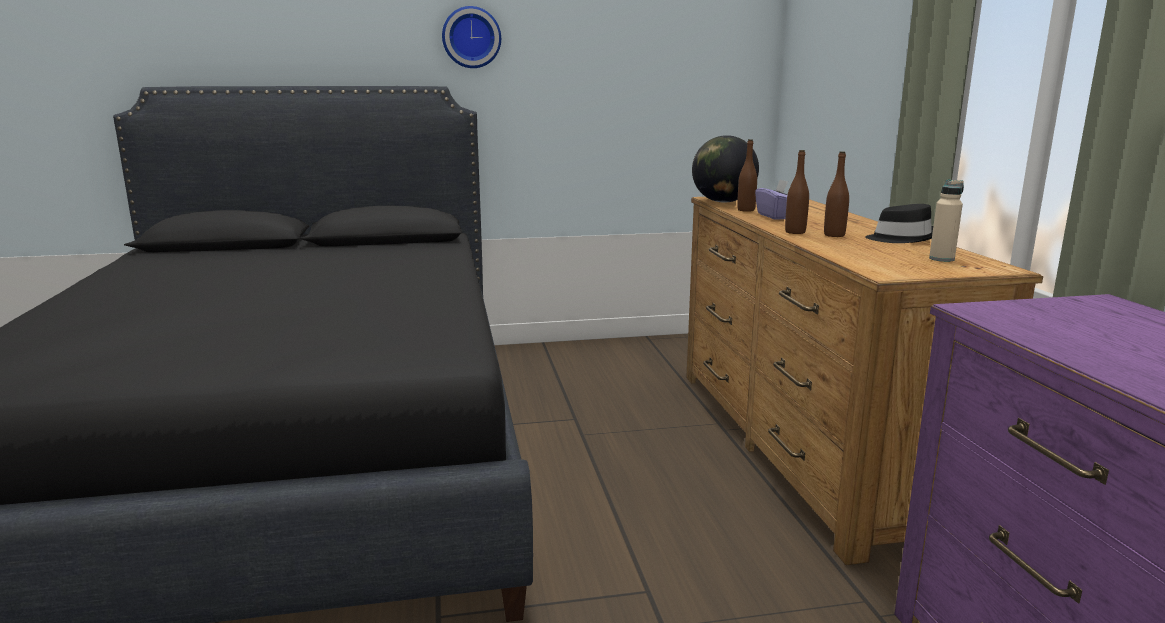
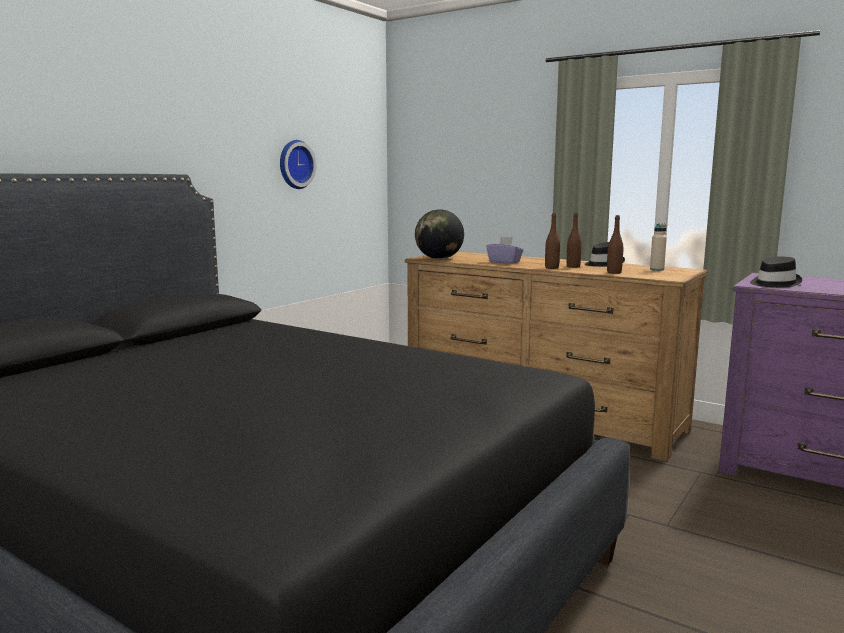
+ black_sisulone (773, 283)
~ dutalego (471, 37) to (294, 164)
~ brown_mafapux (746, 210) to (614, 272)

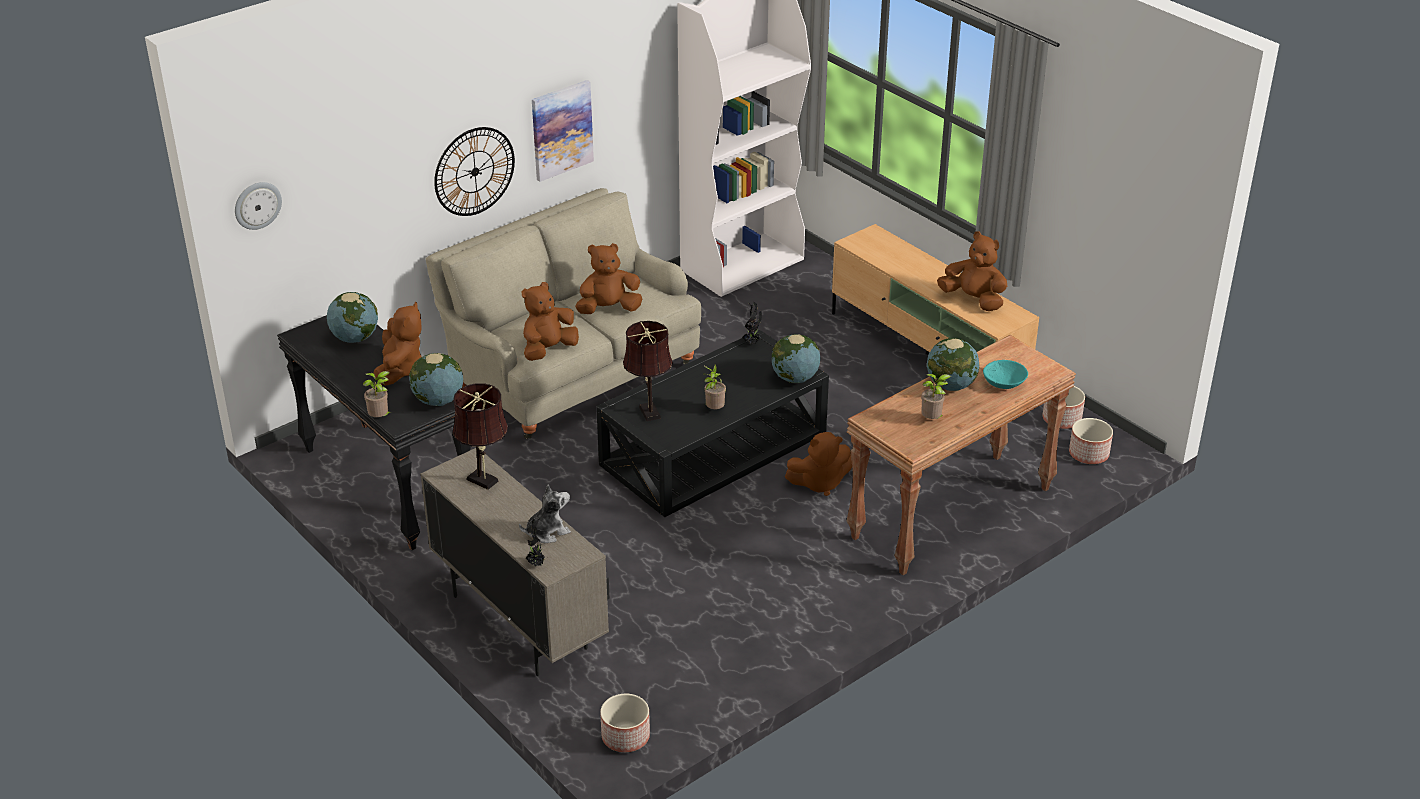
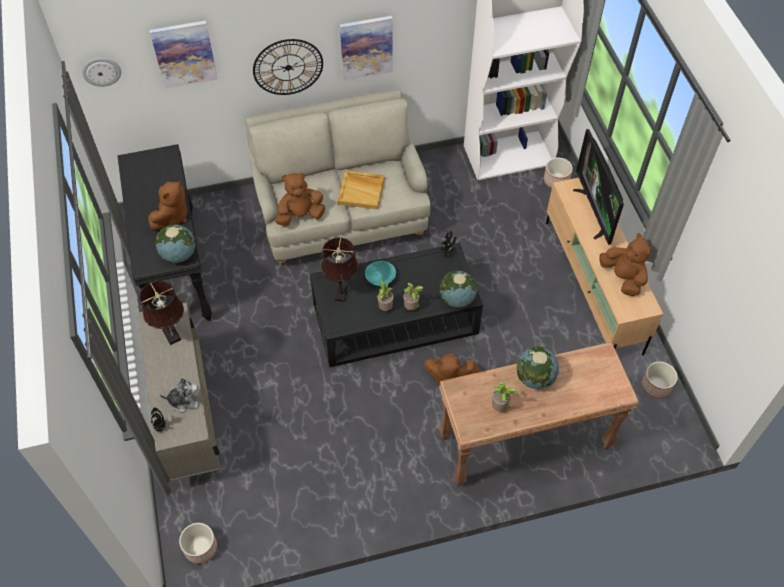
- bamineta (355, 338)
+ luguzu (184, 54)
+ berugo (595, 212)
~ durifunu (380, 418) to (412, 308)
~ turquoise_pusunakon (1004, 382) to (380, 278)
~ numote (1088, 454) to (556, 180)
~ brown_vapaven (608, 309) to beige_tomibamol (361, 191)

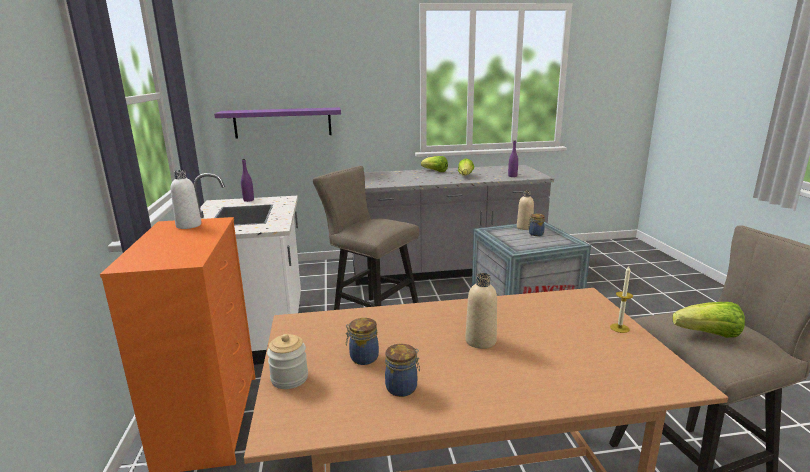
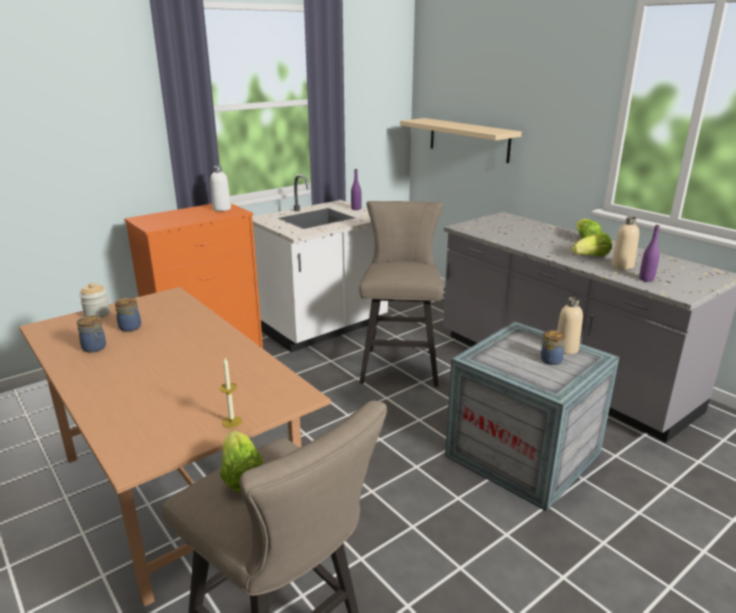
~ beige_mafapux (480, 341) to (622, 266)
~ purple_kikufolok (283, 123) to beige_kikufolok (468, 139)

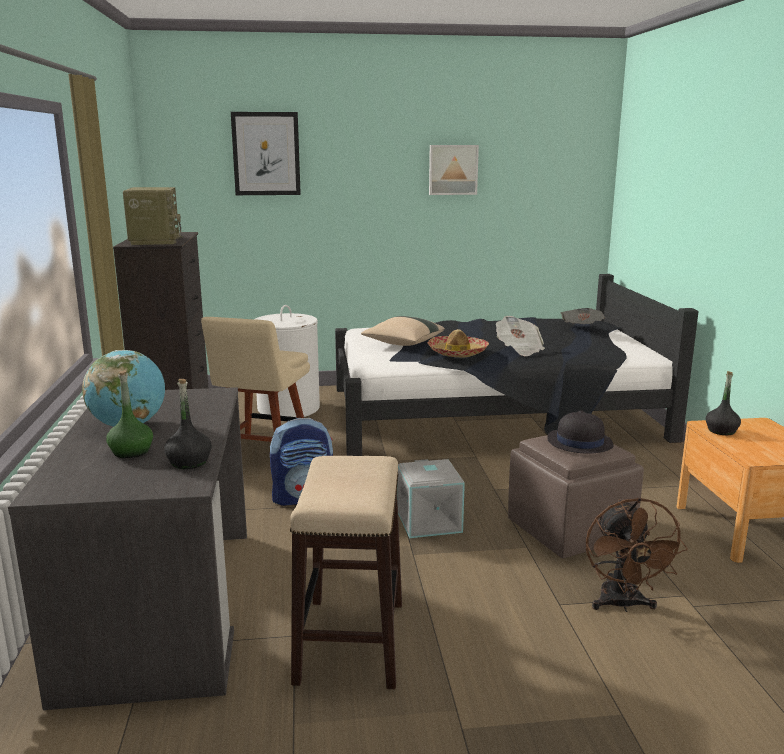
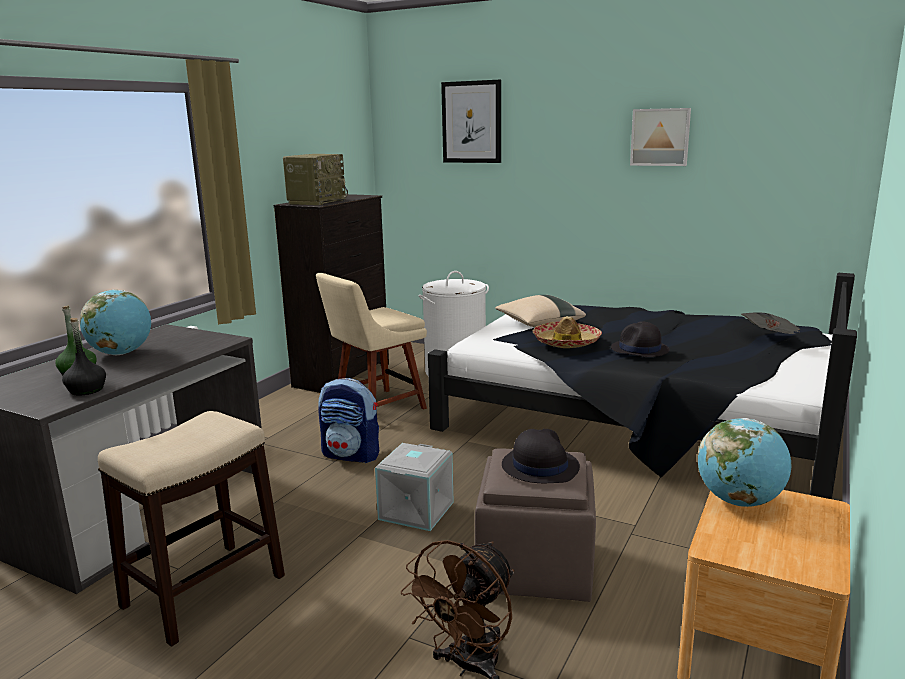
~ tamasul (519, 349) to black_sisulone (640, 350)
~ black_mafapux (721, 431) to bamineta (739, 501)

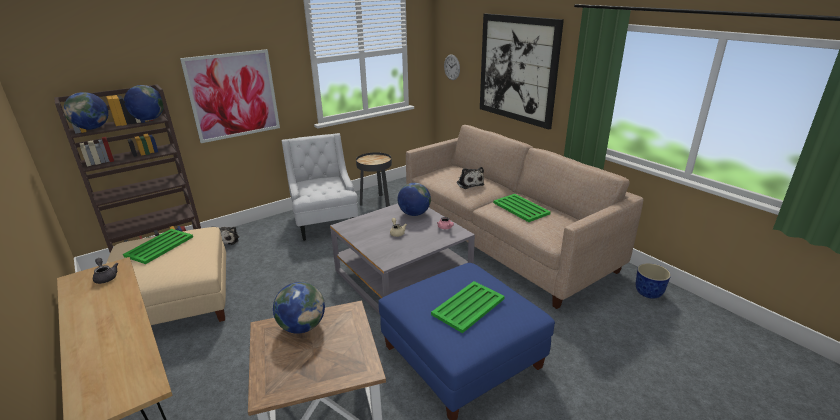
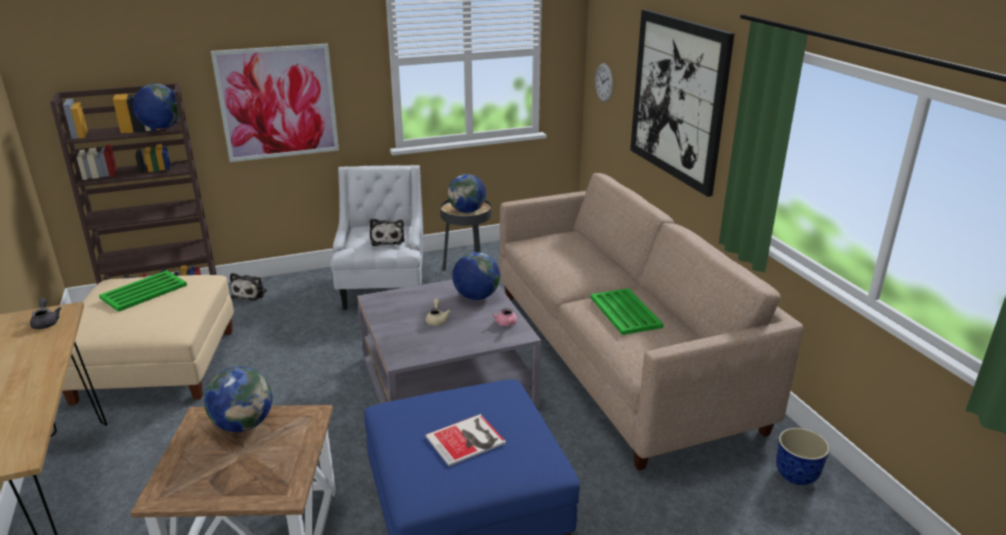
~ bamineta (92, 128) to (467, 211)
~ vapaven (469, 183) to (387, 240)
~ green_tomibamol (469, 306) to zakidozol (467, 440)

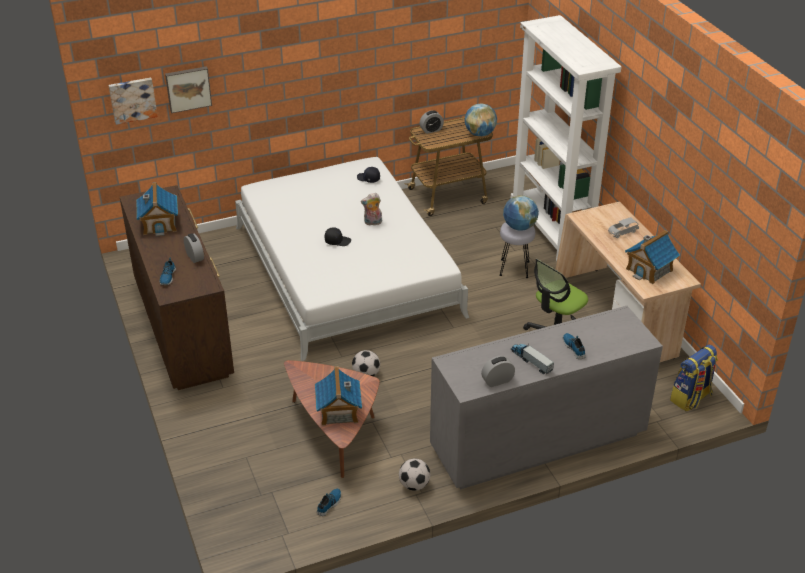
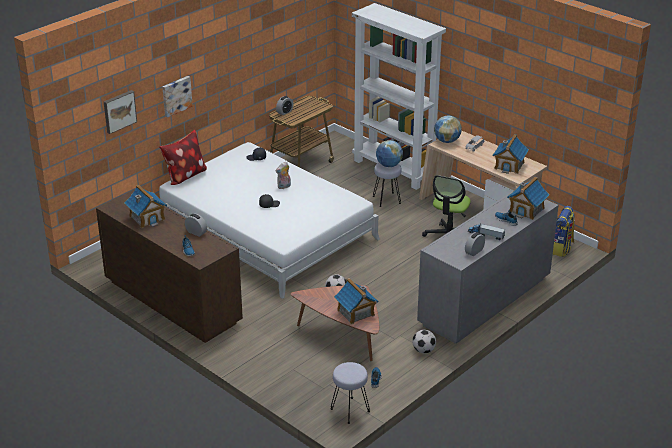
+ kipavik (185, 176)
+ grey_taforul (349, 410)
+ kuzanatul (526, 210)
~ luguzu (132, 99) to (176, 95)
~ bamineta (480, 134) to (447, 141)

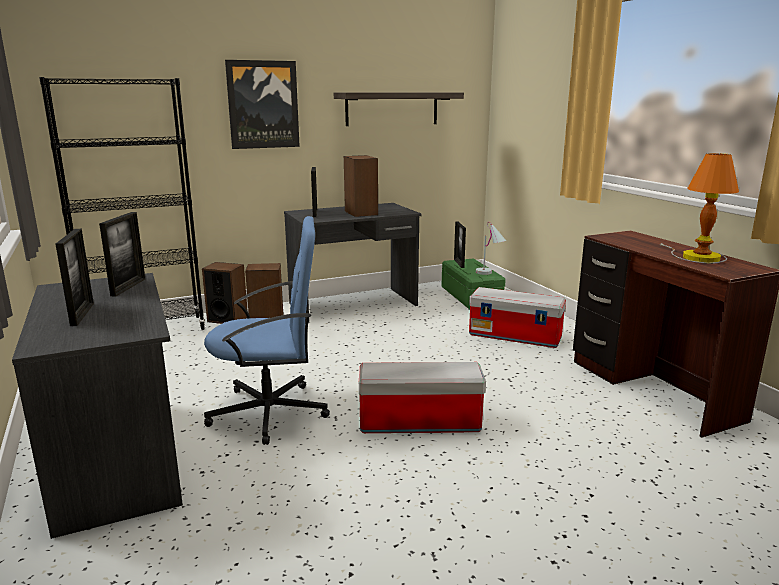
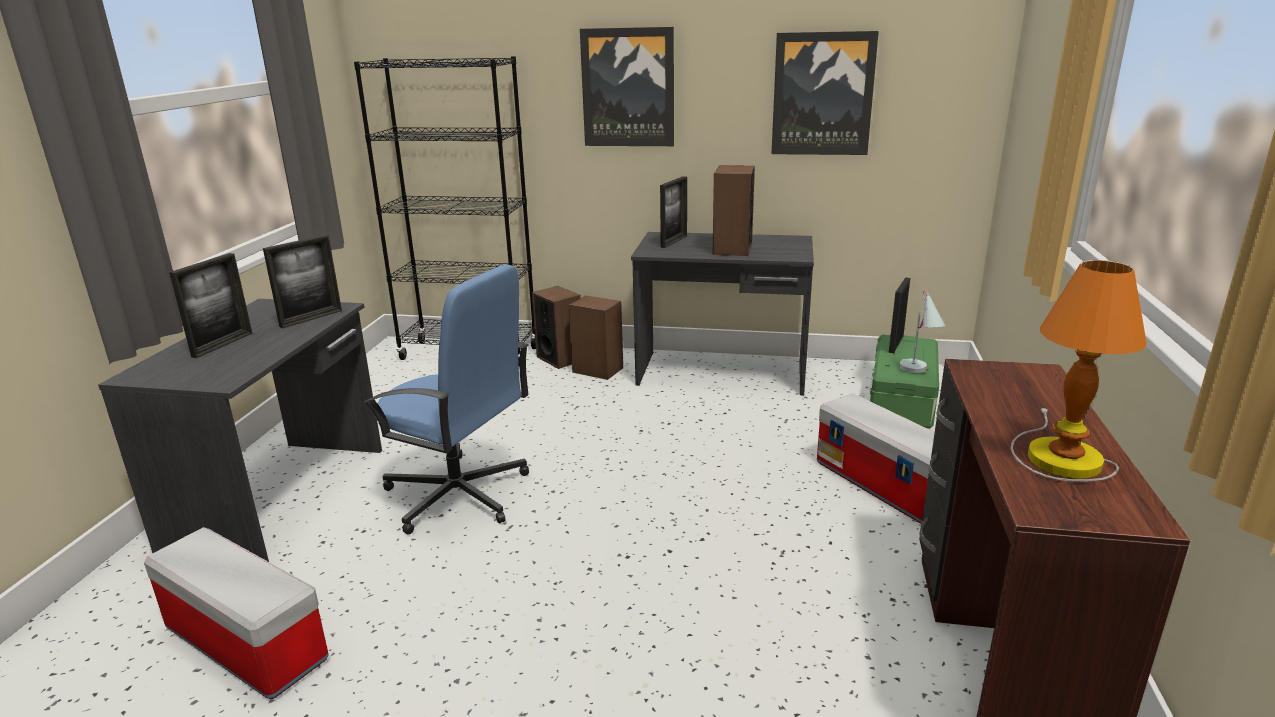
~ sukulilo (418, 423) to (243, 643)
~ kikufolok (392, 108) to luguzu (822, 94)

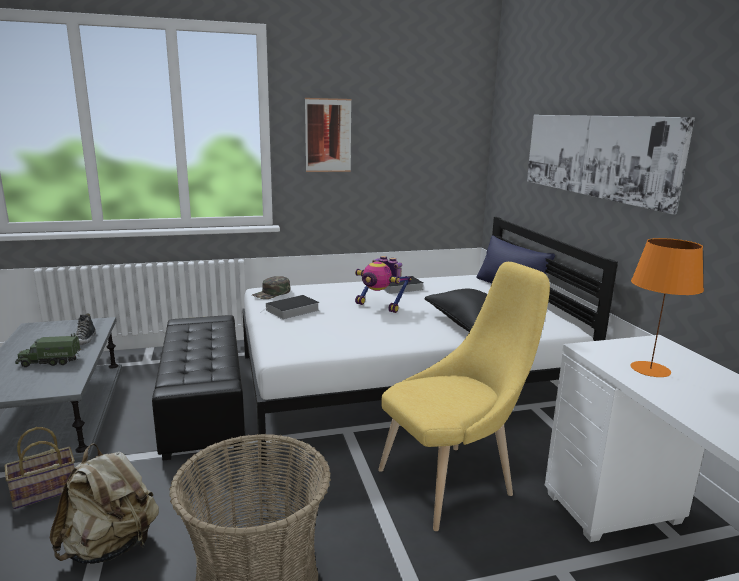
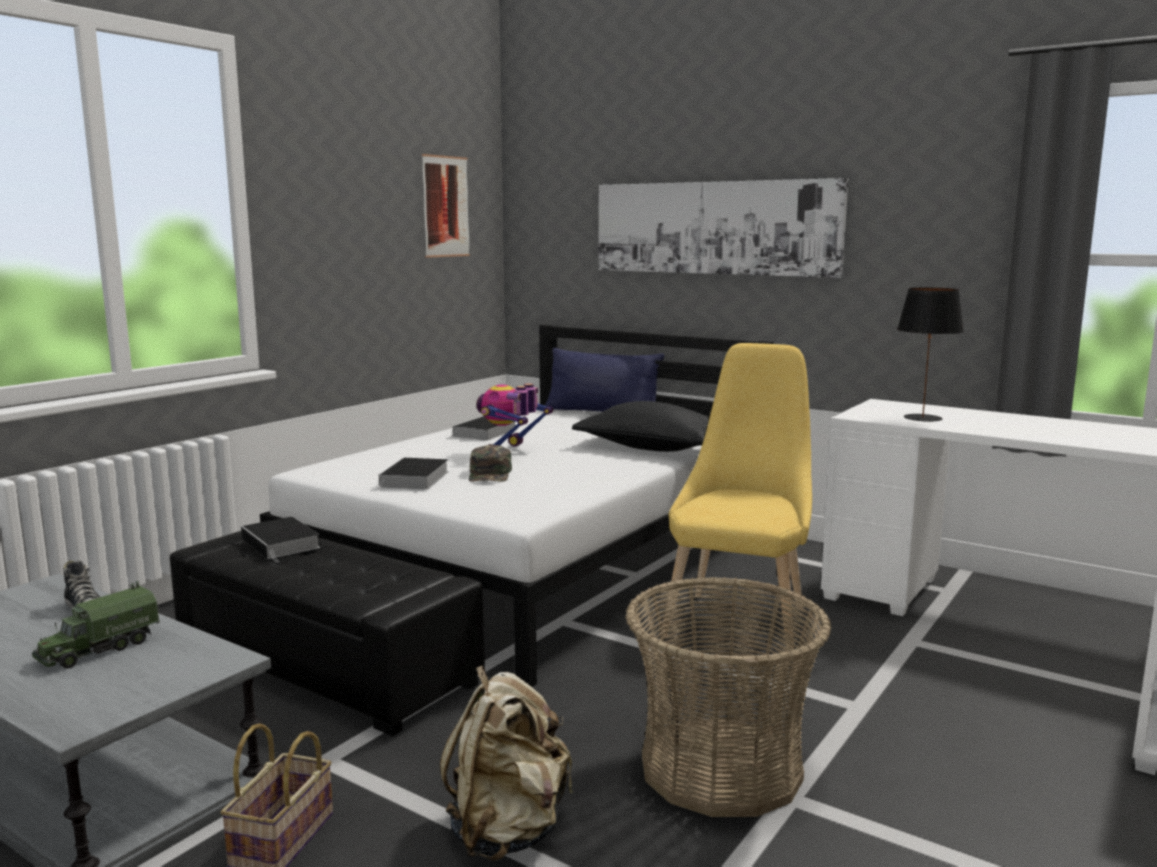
+ zakidozol (282, 544)
~ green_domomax (271, 293) to (490, 474)
~ luguzu (328, 135) to (445, 206)
~ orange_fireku (650, 369) to black_fireku (922, 418)
~ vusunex (380, 306) = (511, 452) 120 degrees clockwise

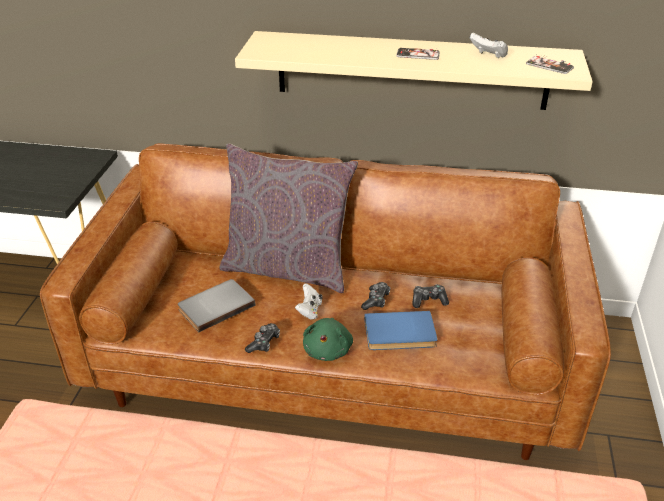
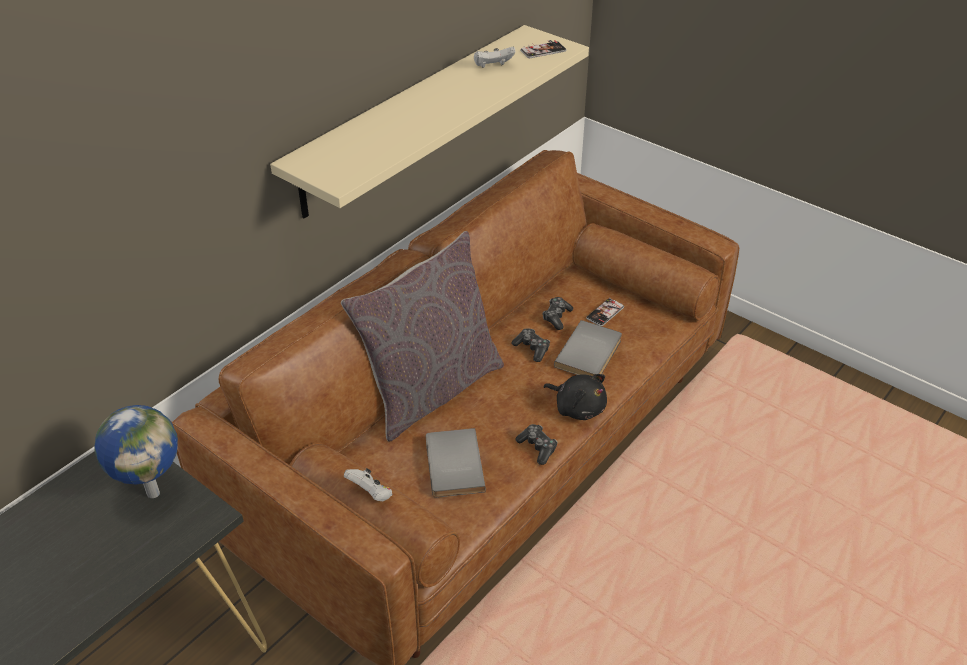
+ bamineta (153, 492)
~ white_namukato (309, 310) to (371, 494)
~ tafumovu (418, 55) to (605, 313)
~ green_vapaven (328, 350) to black_vapaven (577, 407)
~ blue_zakidozol (400, 334) to grey_zakidozol (590, 353)

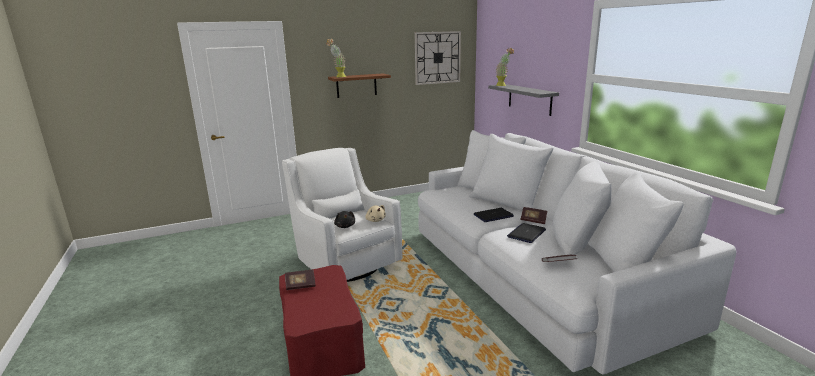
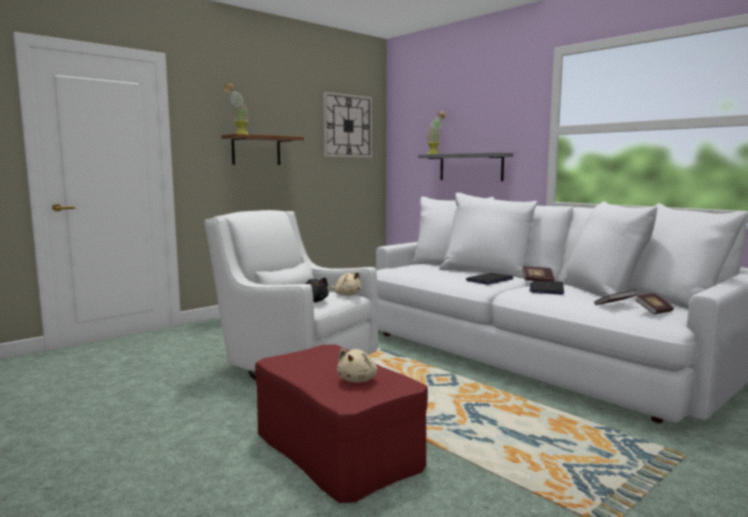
+ beige_vapaven (358, 379)
~ zakidozol (300, 285) to (654, 312)

